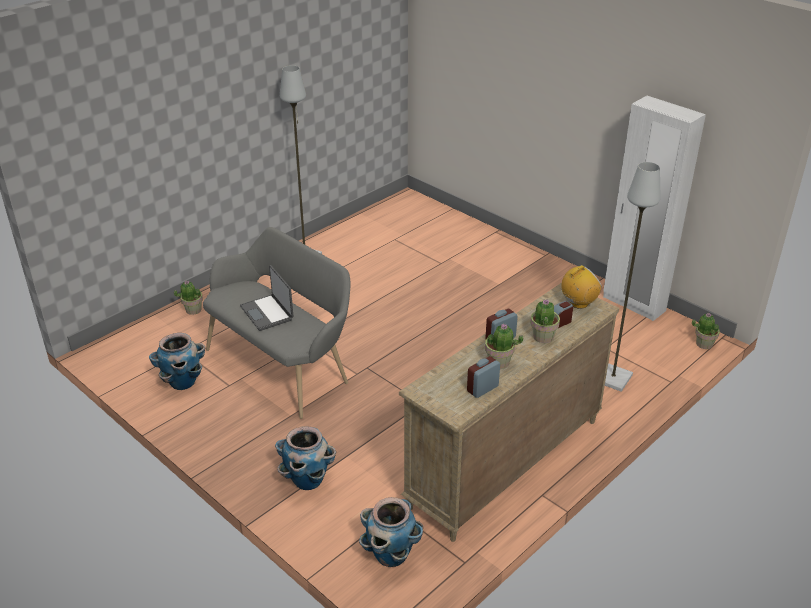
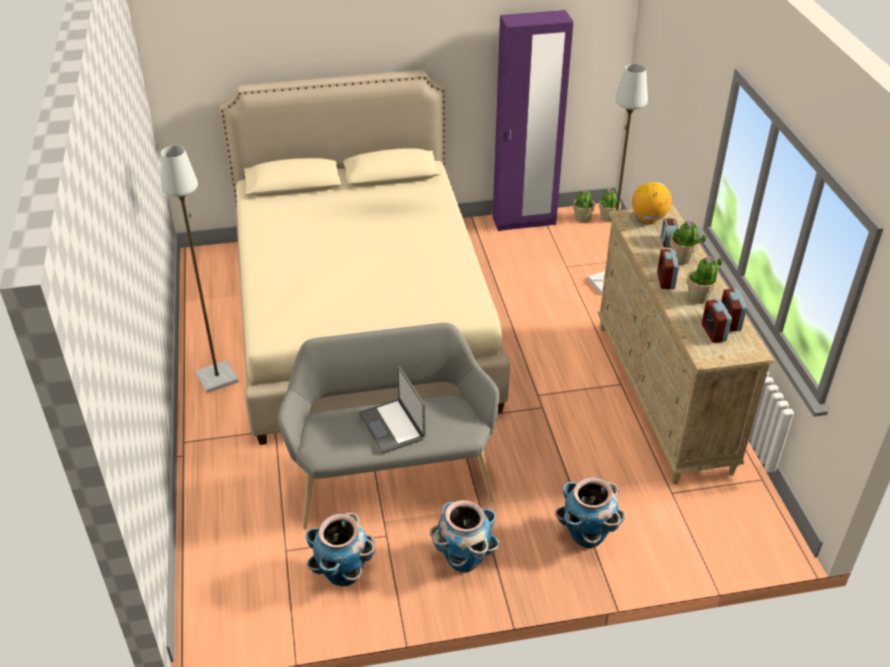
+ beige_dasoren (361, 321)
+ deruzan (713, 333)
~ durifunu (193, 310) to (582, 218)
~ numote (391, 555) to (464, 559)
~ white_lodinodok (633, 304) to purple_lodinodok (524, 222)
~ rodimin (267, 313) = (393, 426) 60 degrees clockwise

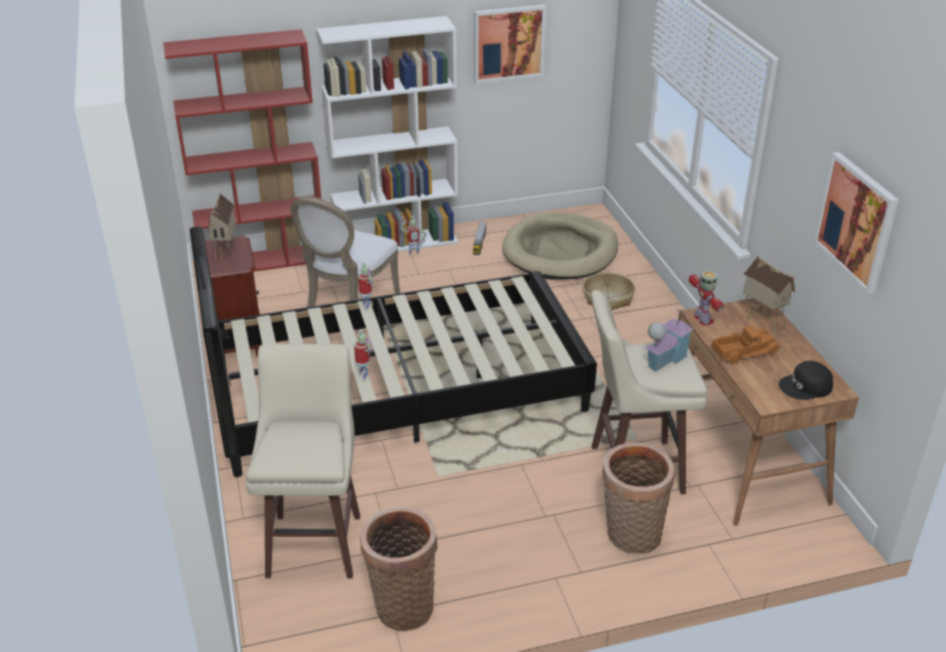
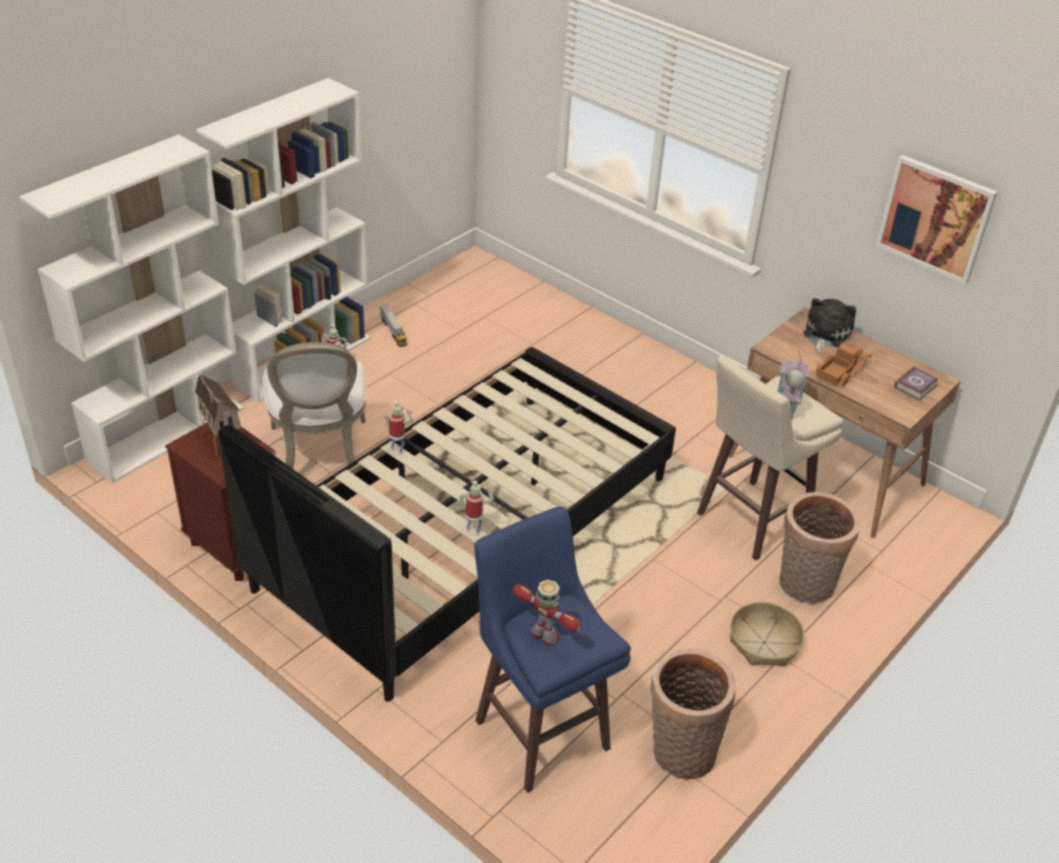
- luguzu (508, 43)
- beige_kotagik (560, 251)
~ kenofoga (608, 298) to (764, 642)
~ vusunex (703, 319) to (545, 636)
~ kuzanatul (761, 321) to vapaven (825, 334)
~ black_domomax (806, 387) to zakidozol (916, 386)
~ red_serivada (264, 260) to white_serivada (167, 433)
~ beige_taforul (315, 543) to blue_taforul (541, 731)

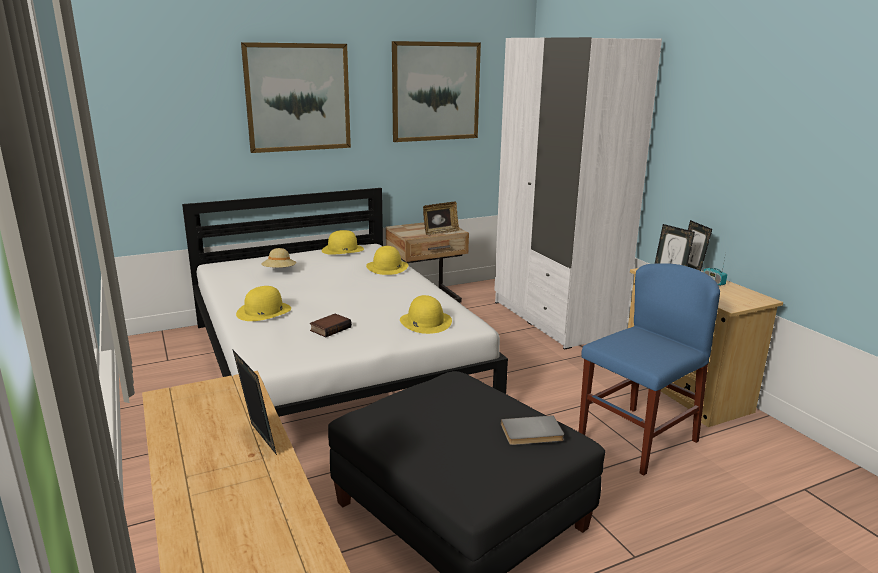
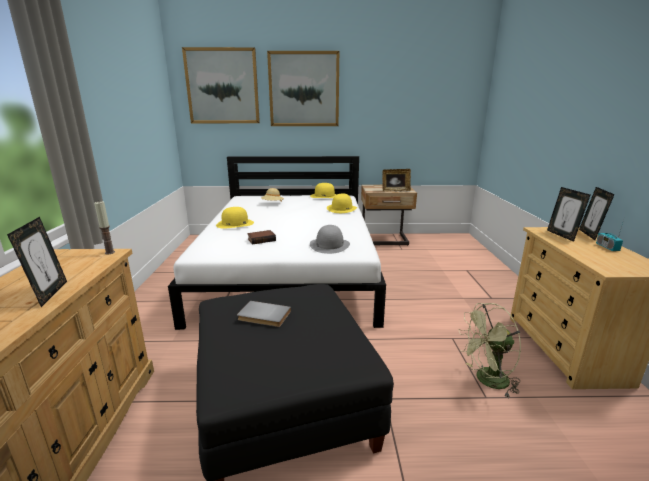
- white_lodinodok (555, 318)
+ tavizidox (109, 252)
~ luguzu (435, 91) to (222, 86)
~ grey_zakidozol (532, 433) to (263, 316)
~ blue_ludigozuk (637, 439) to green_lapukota (486, 381)
~ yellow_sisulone (425, 322) to grey_sisulone (329, 245)

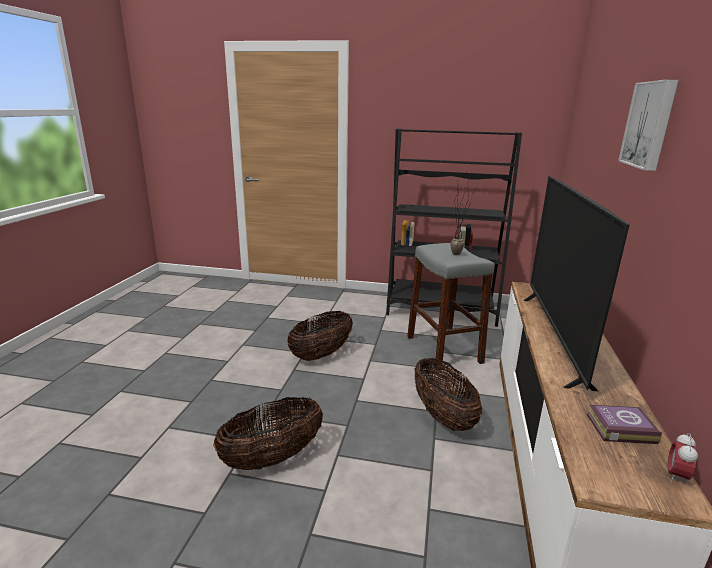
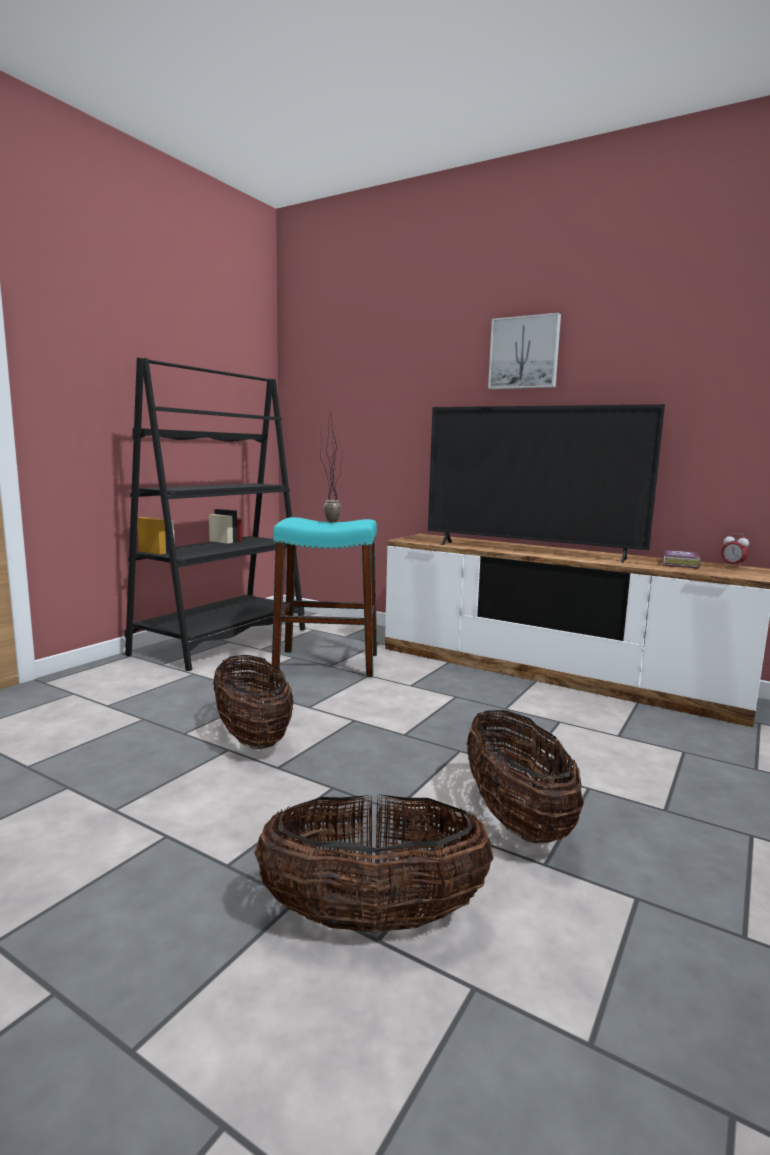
~ kenofoga (443, 416) to (372, 918)
~ grey_taforul (443, 349) to turquoise_taforul (327, 663)

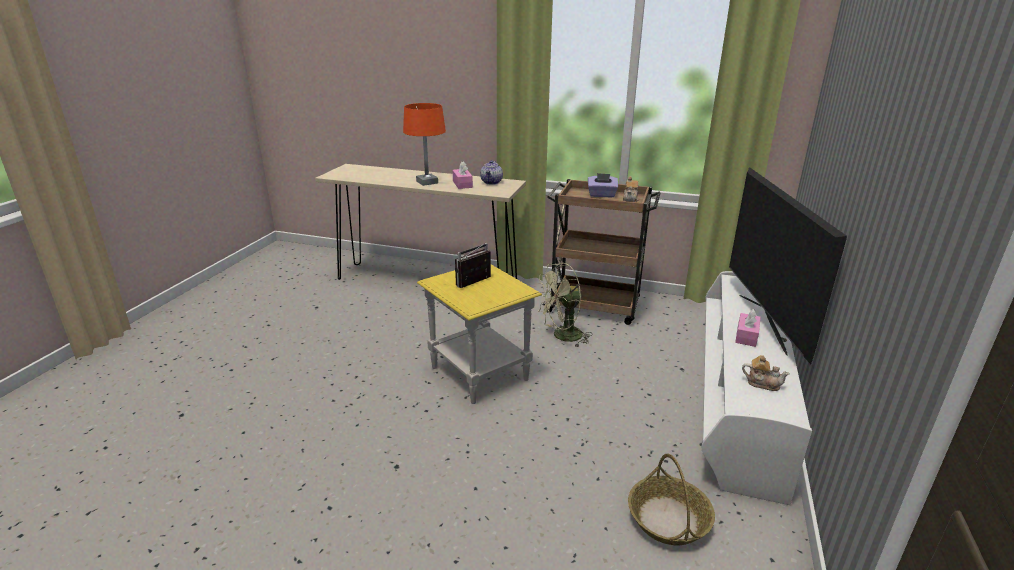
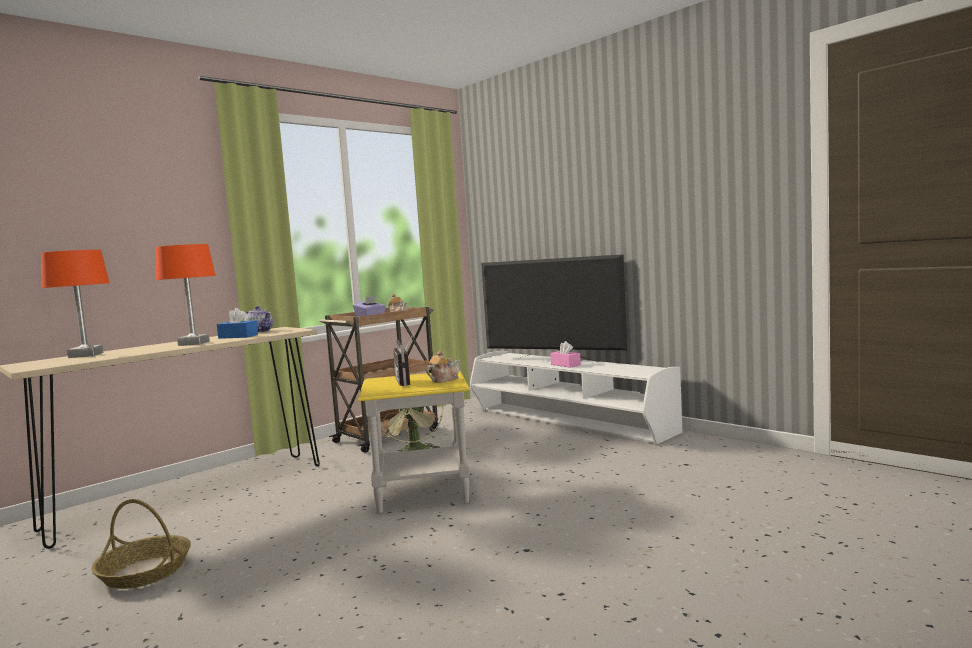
+ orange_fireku (86, 355)
~ kenofoga (669, 519) to (145, 572)
~ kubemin (762, 383) to (444, 380)
~ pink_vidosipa (462, 184) to blue_vidosipa (238, 336)

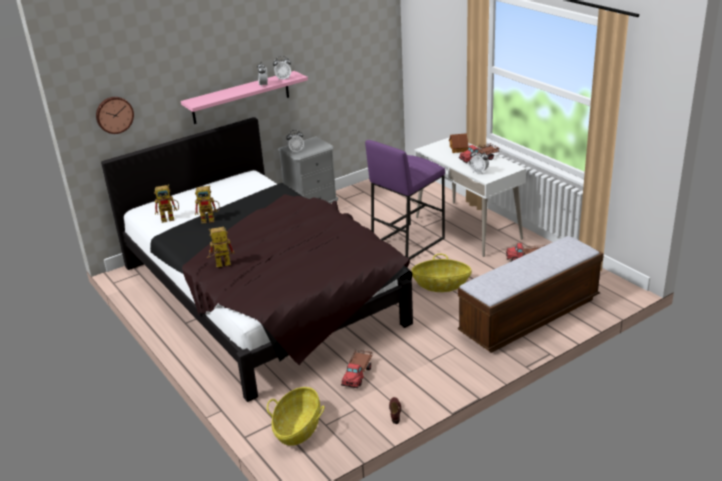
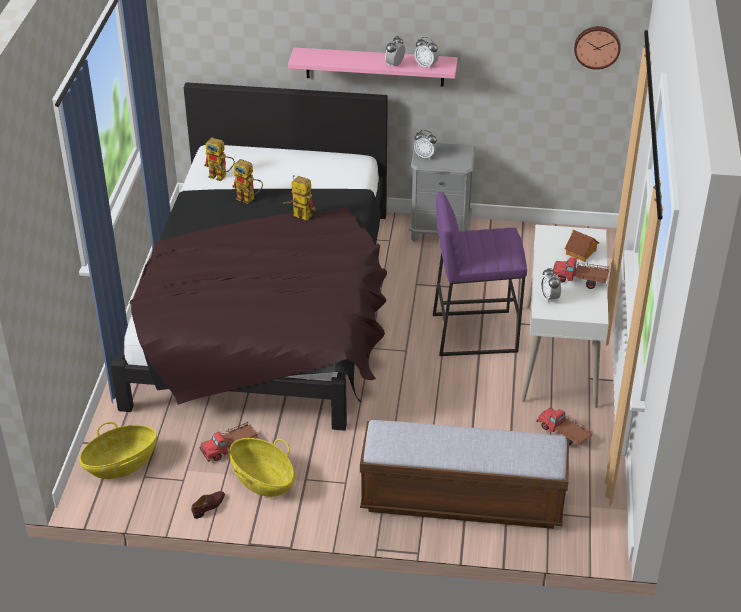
~ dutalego (114, 114) to (597, 46)
~ vusunex (220, 265) to (298, 215)
~ kenofoga (441, 285) to (263, 480)

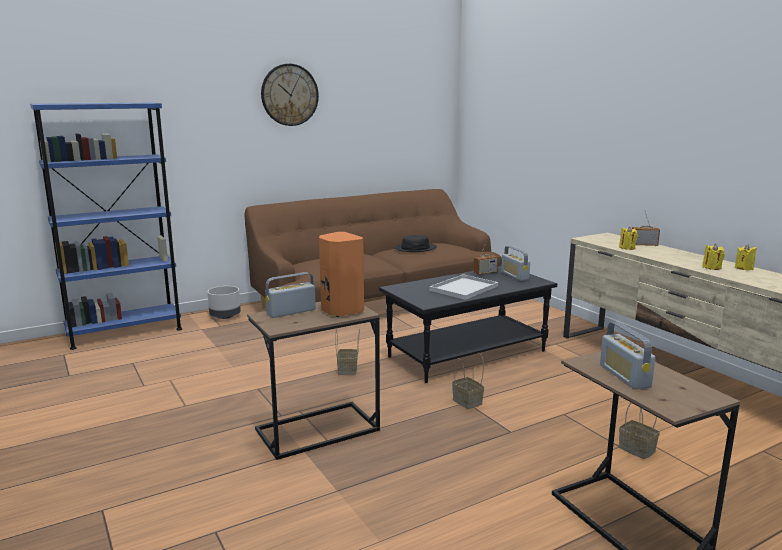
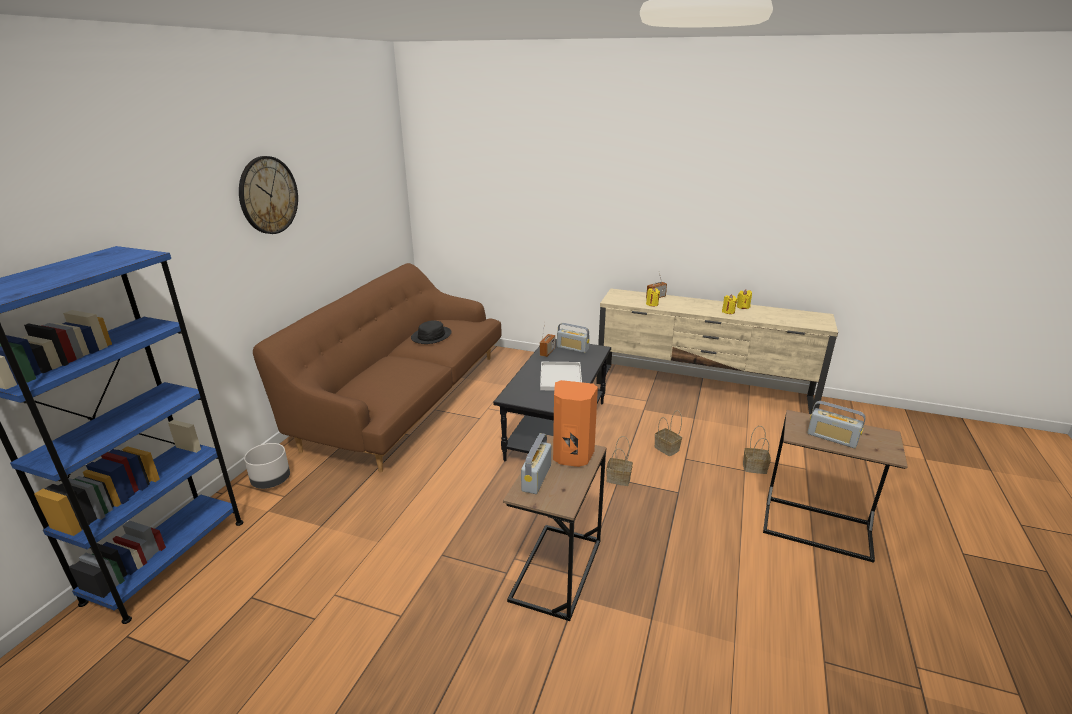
~ kenofoga (348, 370) to (667, 449)

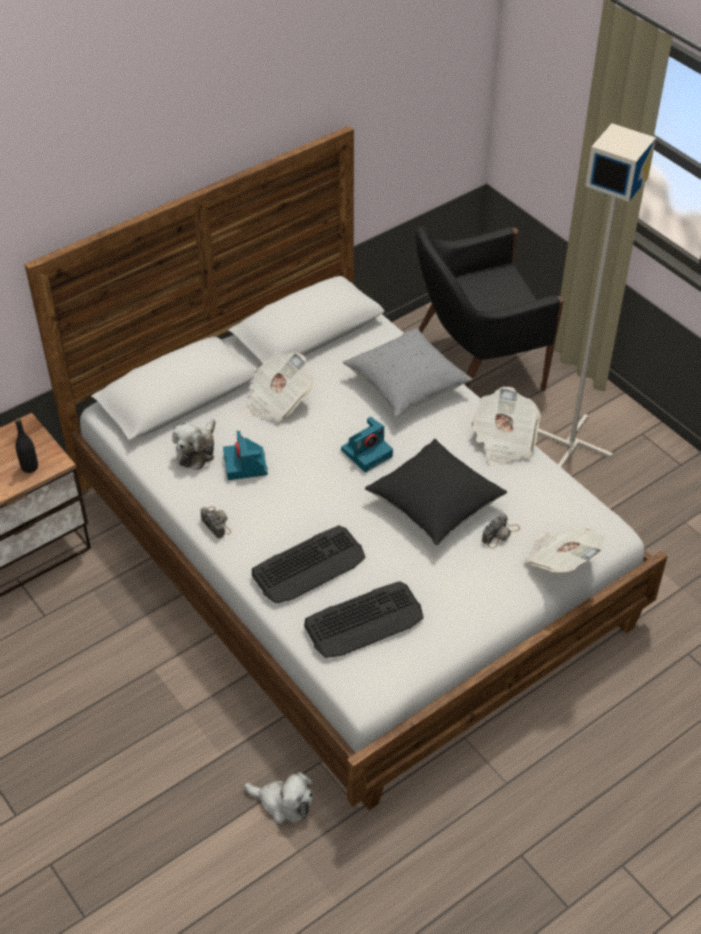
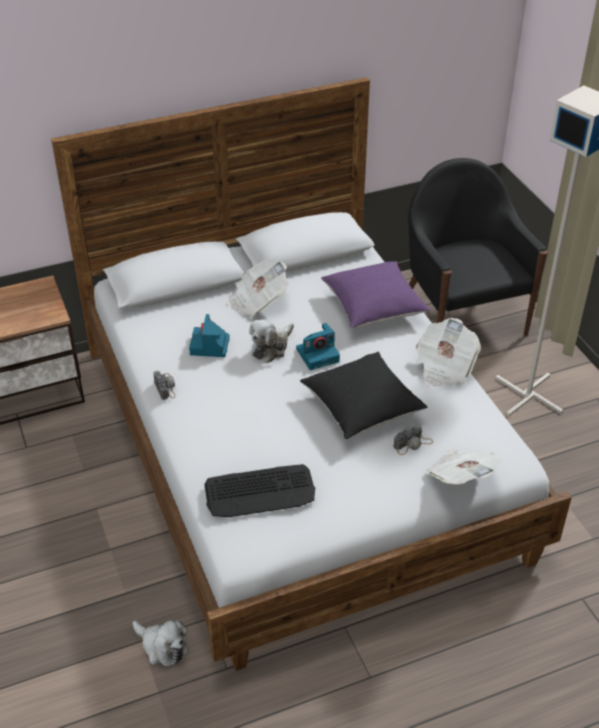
- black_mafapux (30, 467)
- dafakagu (309, 565)
~ vapaven (197, 450) to (271, 347)
~ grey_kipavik (406, 386) to purple_kipavik (373, 308)
~ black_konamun (474, 365) = (461, 316) 75 degrees clockwise

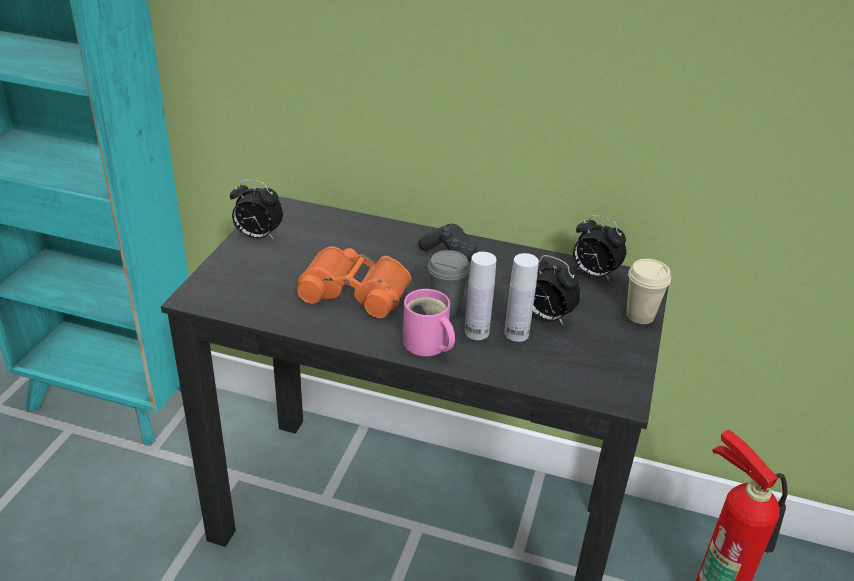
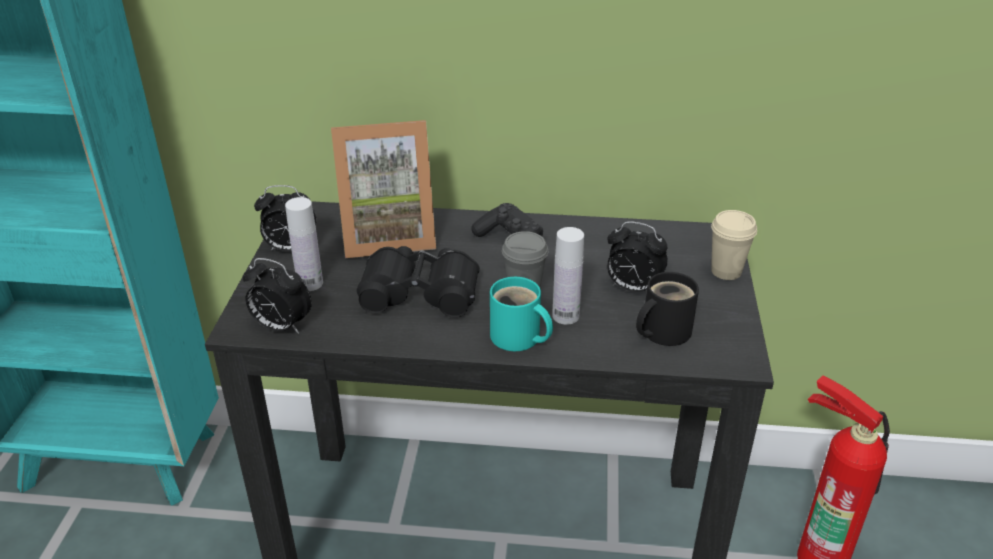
+ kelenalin (387, 235)
+ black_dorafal (661, 331)
~ white_mafapux (516, 334) to (310, 283)
~ deruzan (593, 274) to (281, 327)
~ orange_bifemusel (356, 291) to black_bifemusel (420, 291)
~ pink_dorafal (427, 345) to turquoise_dorafal (518, 338)

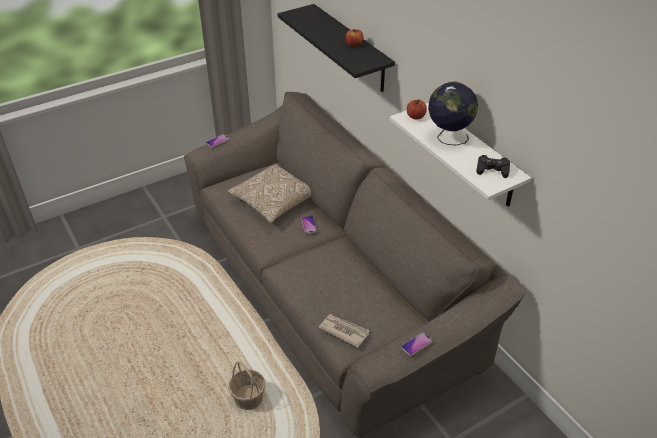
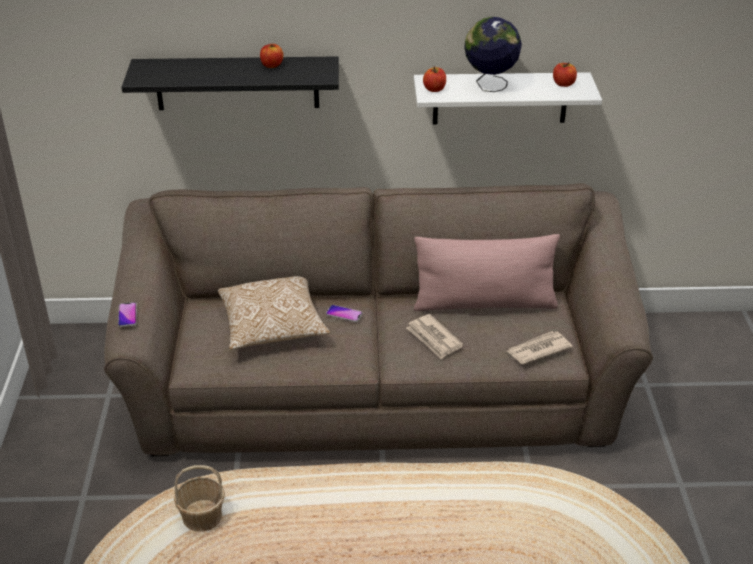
- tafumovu (416, 344)
+ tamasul (434, 339)
+ pink_kipavik (484, 303)
~ kenofoga (248, 398) to (202, 517)
~ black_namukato (492, 170) to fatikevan (563, 84)

